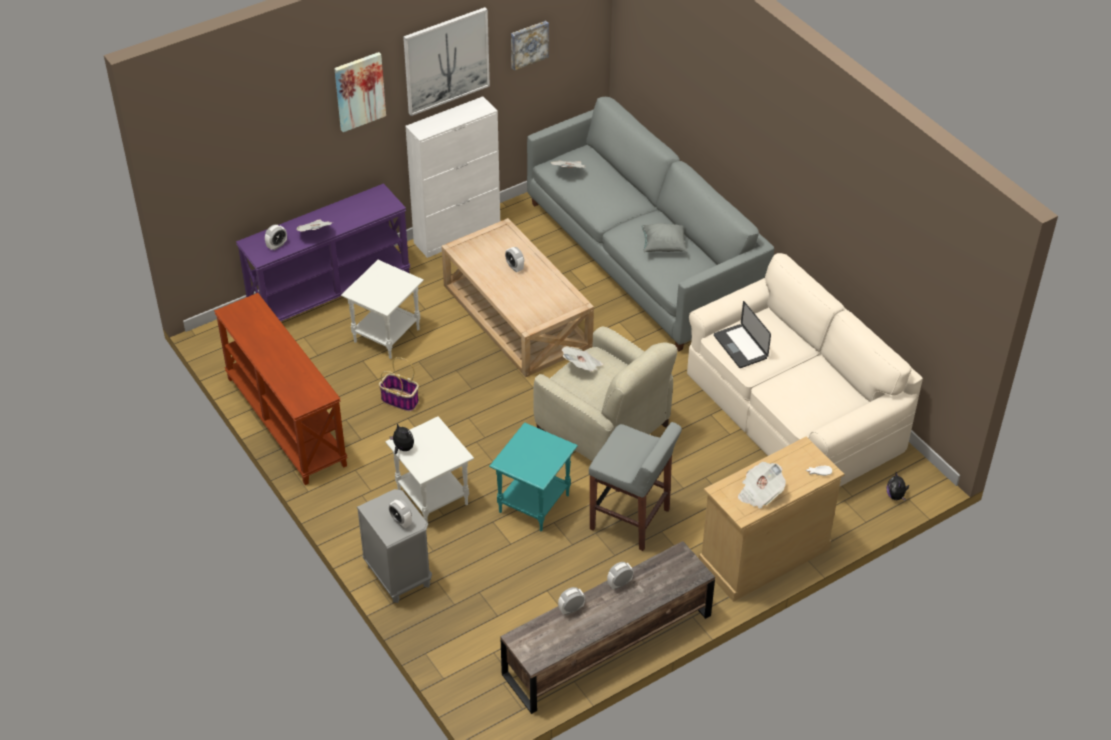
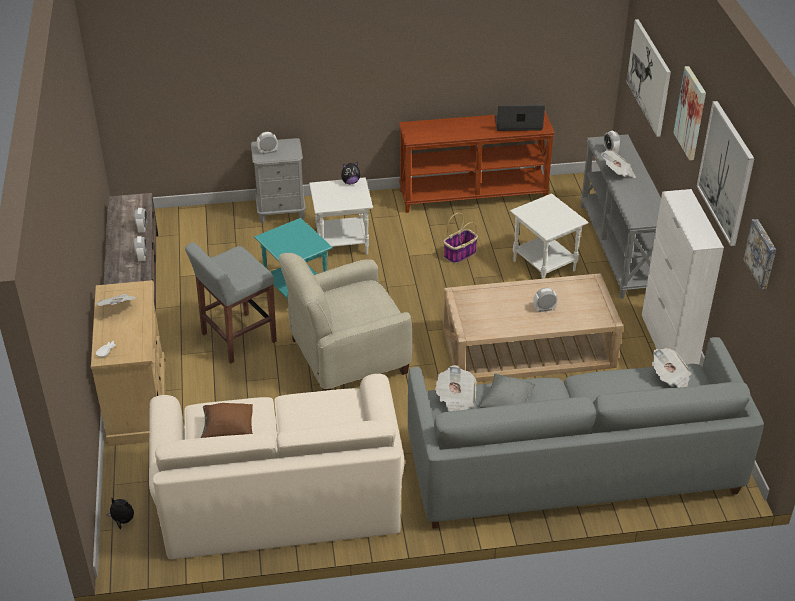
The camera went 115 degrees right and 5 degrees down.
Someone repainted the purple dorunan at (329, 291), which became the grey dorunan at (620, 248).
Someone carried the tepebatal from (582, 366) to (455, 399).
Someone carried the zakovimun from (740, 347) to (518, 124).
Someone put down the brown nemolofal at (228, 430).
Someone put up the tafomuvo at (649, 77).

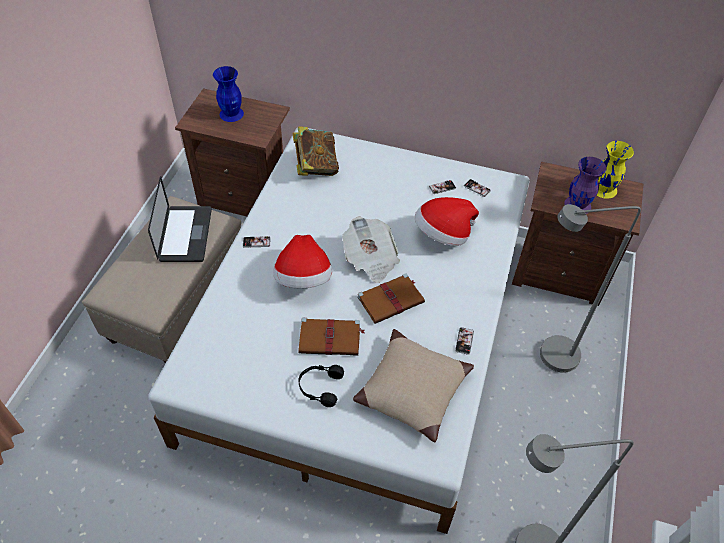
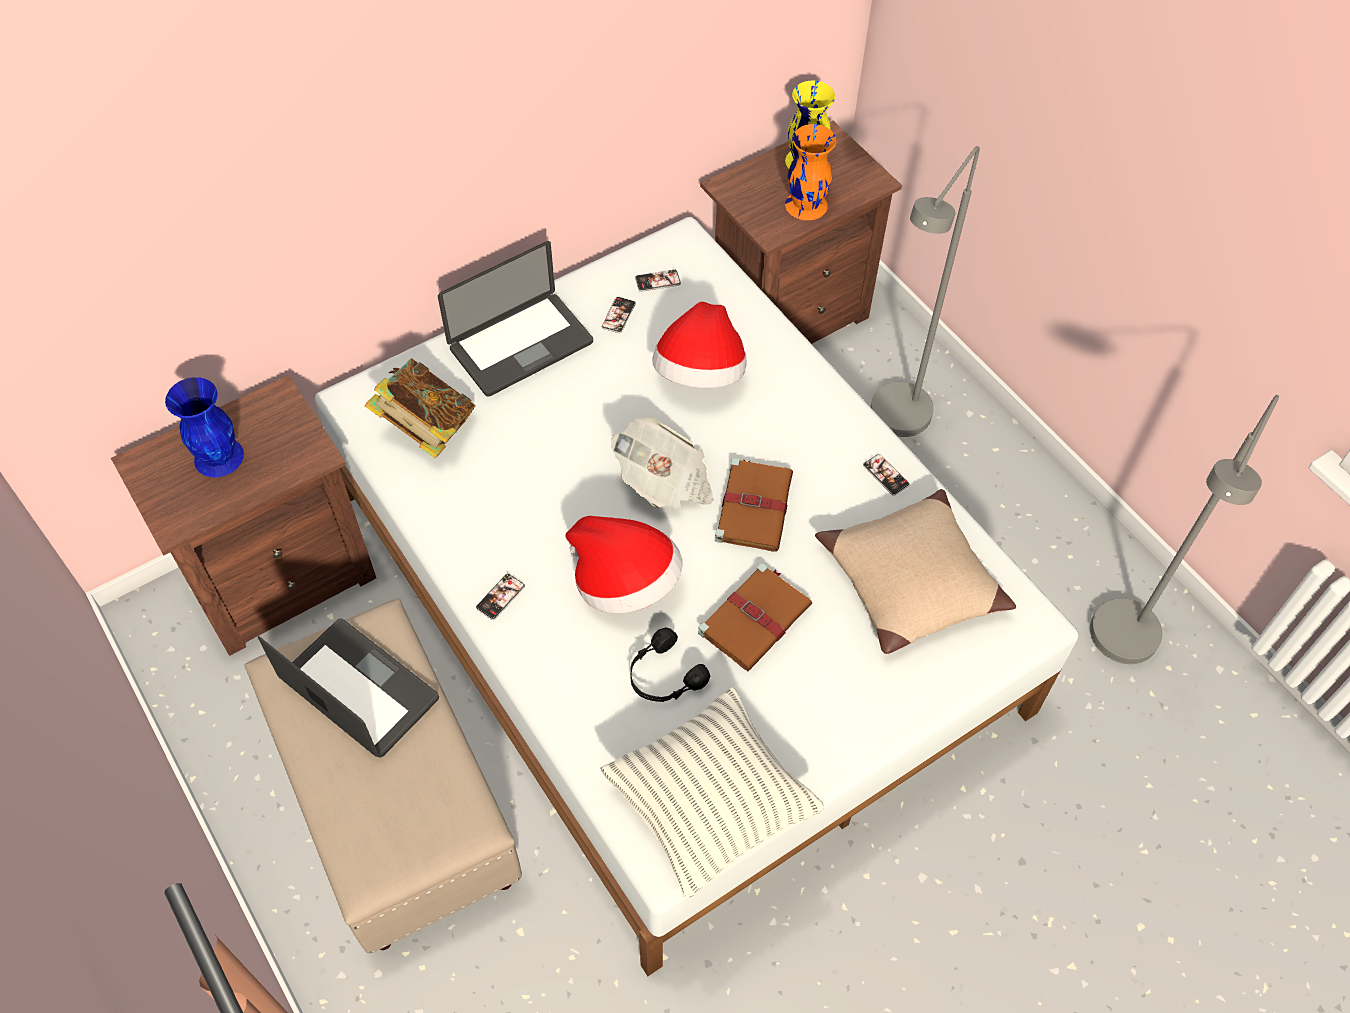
The camera went 50 degrees left and 5 degrees up.
Someone carried the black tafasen from (319, 387) to (663, 676).
Someone repainted the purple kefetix at (578, 205), which became the orange kefetix at (806, 204).
Someone put down the zakovimun at (521, 346).
Someone put down the nemolofal at (710, 805).

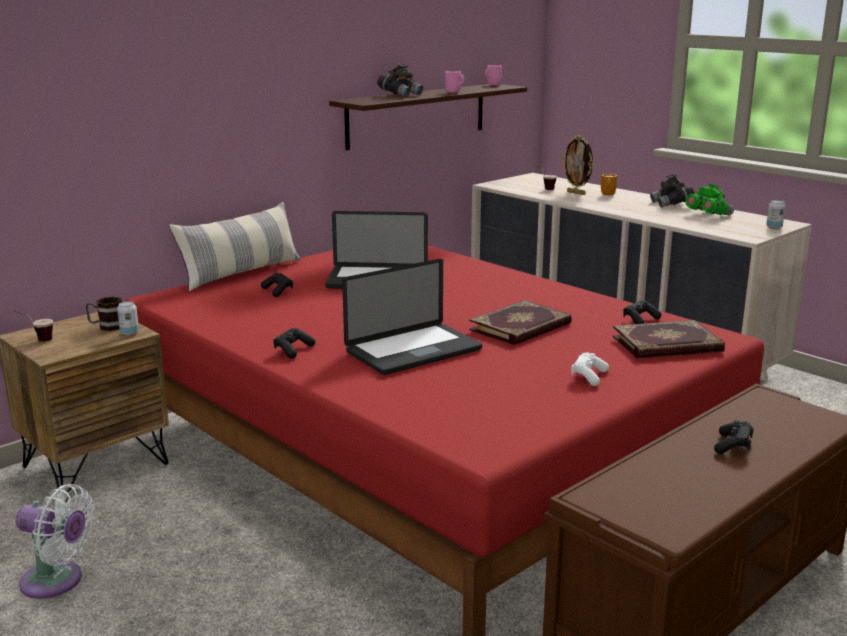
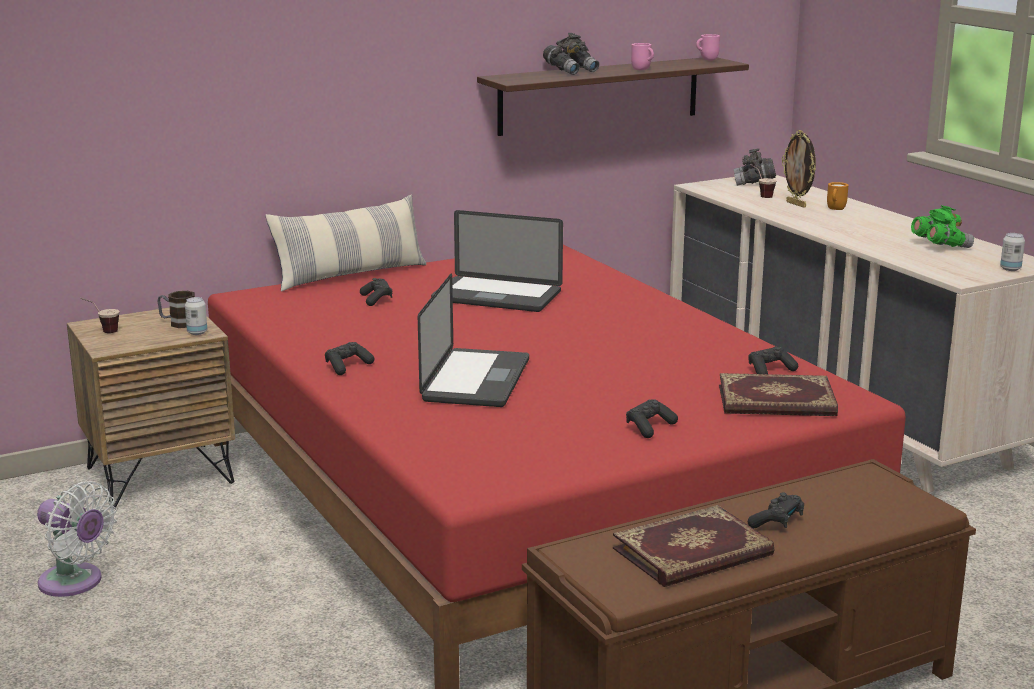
The camera went 15 degrees right and 0 degrees up.
Someone rotated the zakovimun at (413, 351) by 60 degrees counterclockwise.
Someone carried the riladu from (521, 327) to (694, 553).
Someone repainted the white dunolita at (589, 377), which became the black dunolita at (649, 427).
Someone carried the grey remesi from (671, 204) to (754, 183).

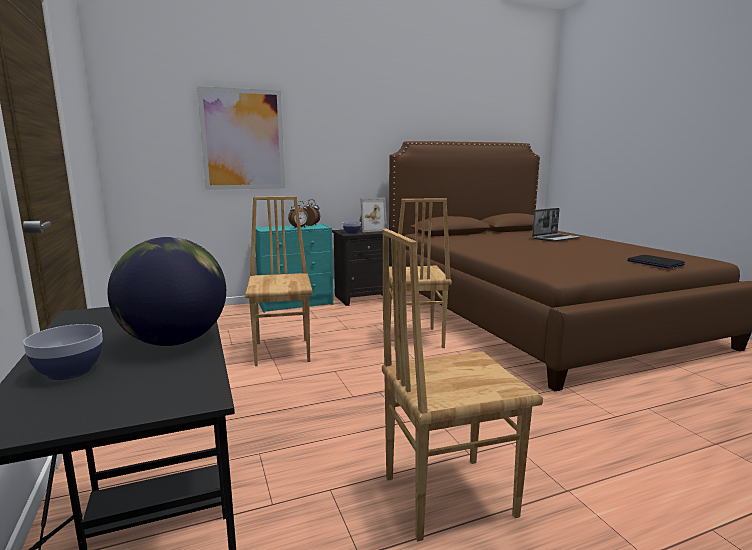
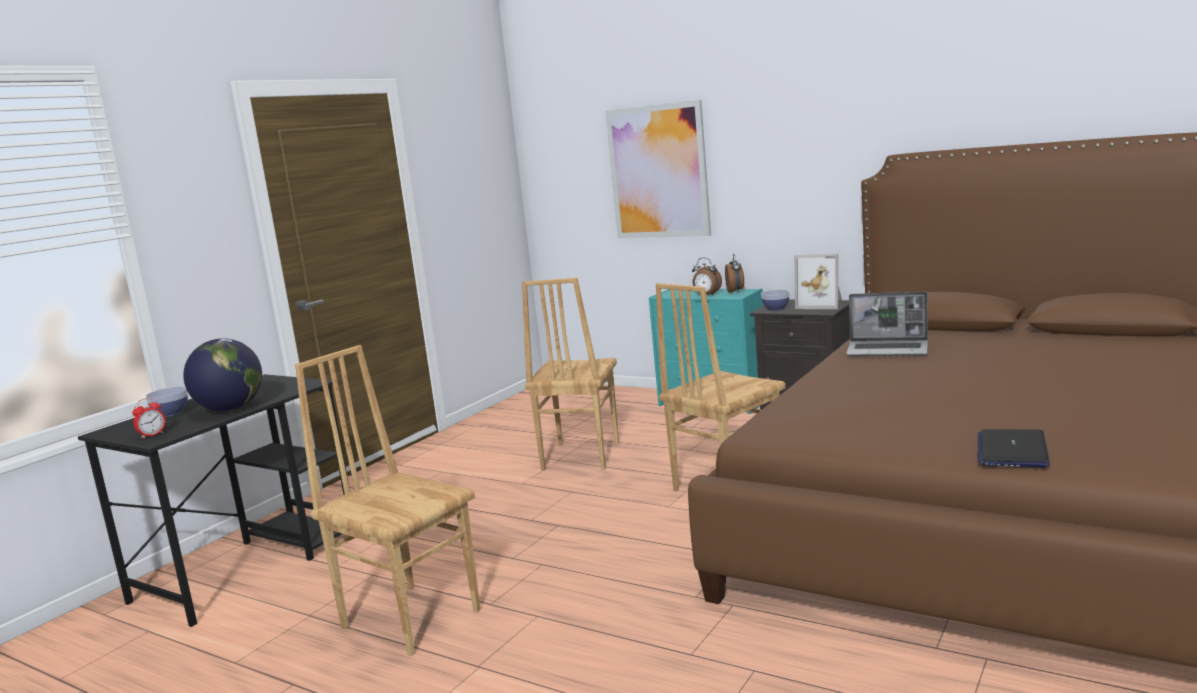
The camera went 55 degrees right and 0 degrees up.
Someone rotated the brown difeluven at (283, 351) by 150 degrees clockwise.
Someone carried the zakovimun from (555, 238) to (888, 350).
Someone put down the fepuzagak at (152, 435).

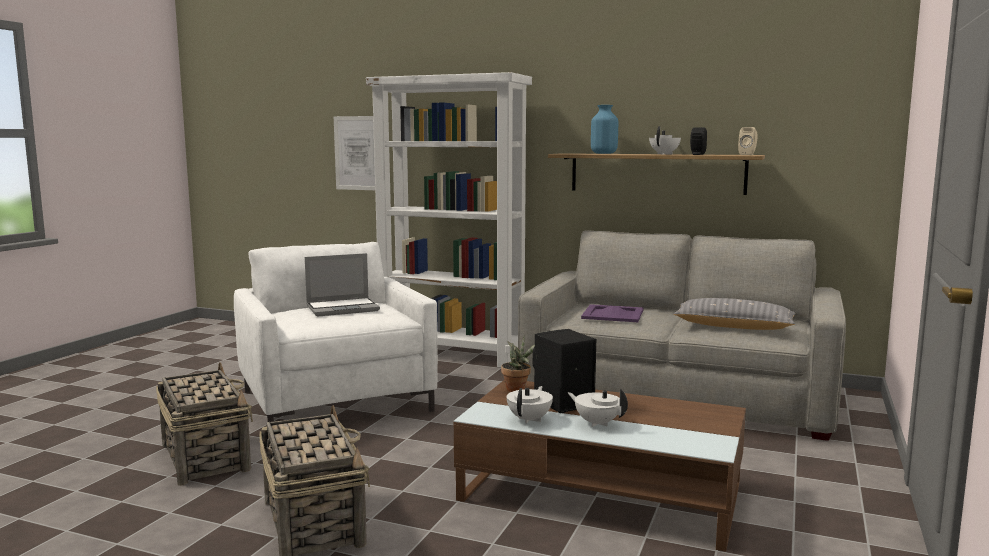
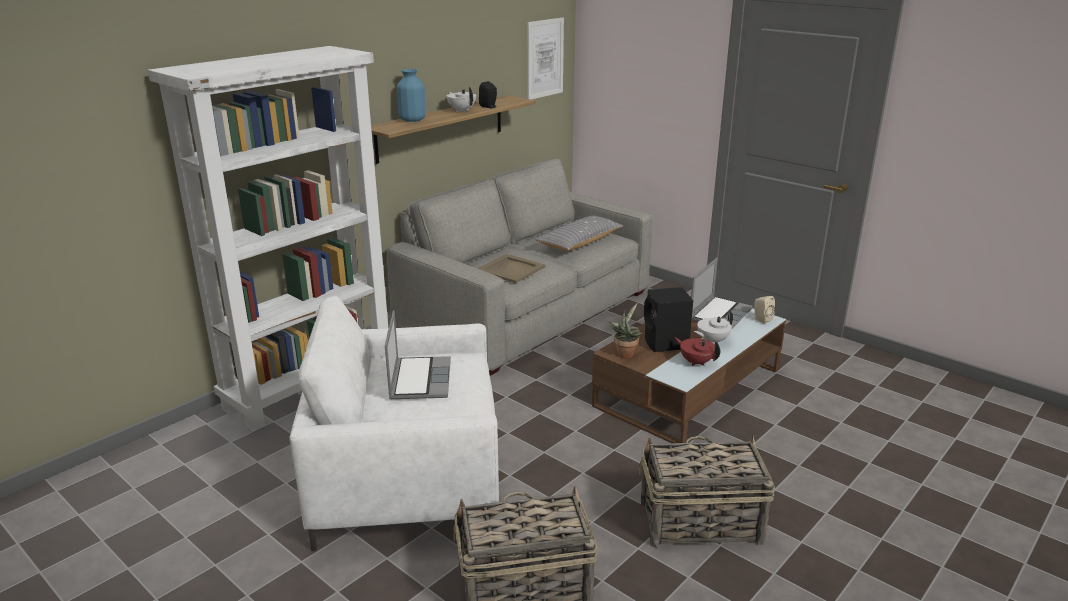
The camera went 70 degrees left and 15 degrees up.
Someone carried the tafomuvo from (357, 153) to (545, 58).
Someone repainted the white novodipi at (530, 419), which became the red novodipi at (696, 362).
Someone repainted the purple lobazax at (612, 314), which became the beige lobazax at (511, 269).
Someone carried the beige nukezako from (748, 155) to (761, 319).
Someone put down the zakovimun at (719, 314).

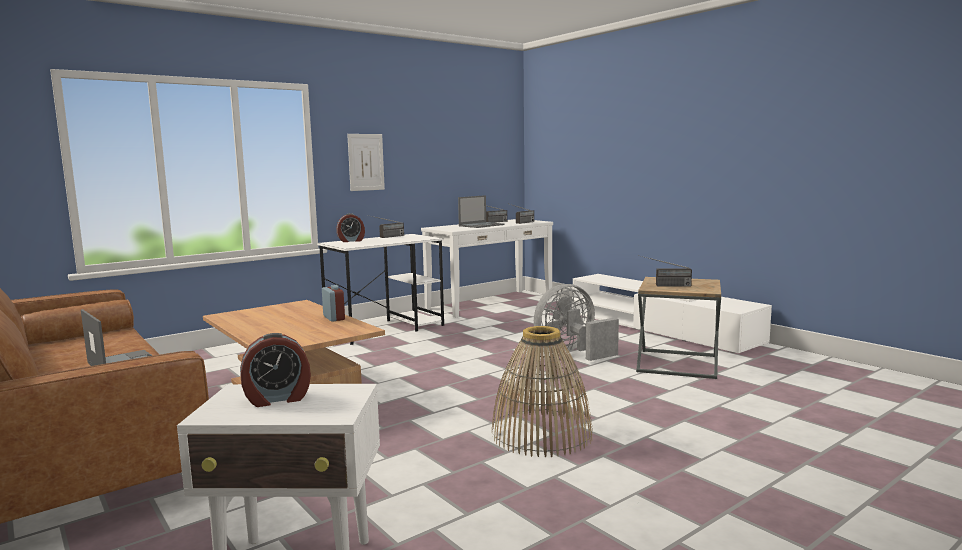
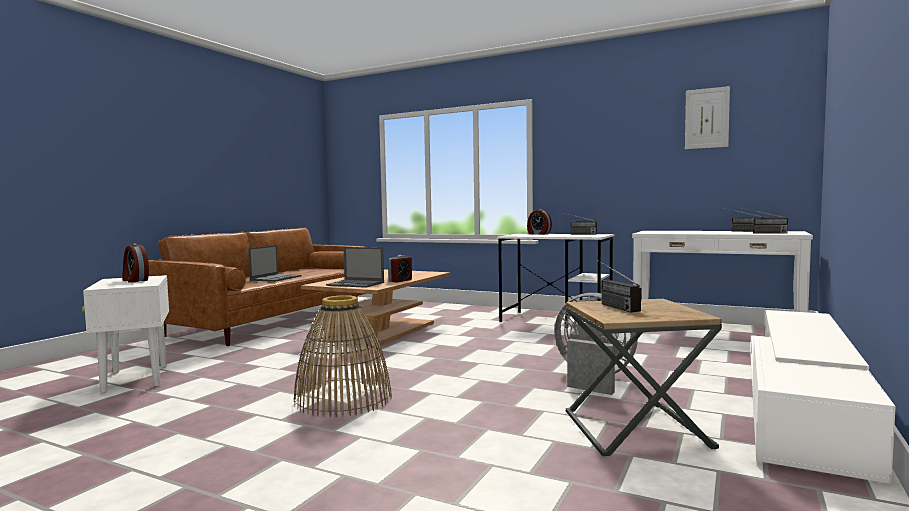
The camera went 65 degrees right and 5 degrees down.
Someone carried the tafomuvo from (366, 162) to (706, 118).
Someone carried the zakovimun from (481, 225) to (356, 284).

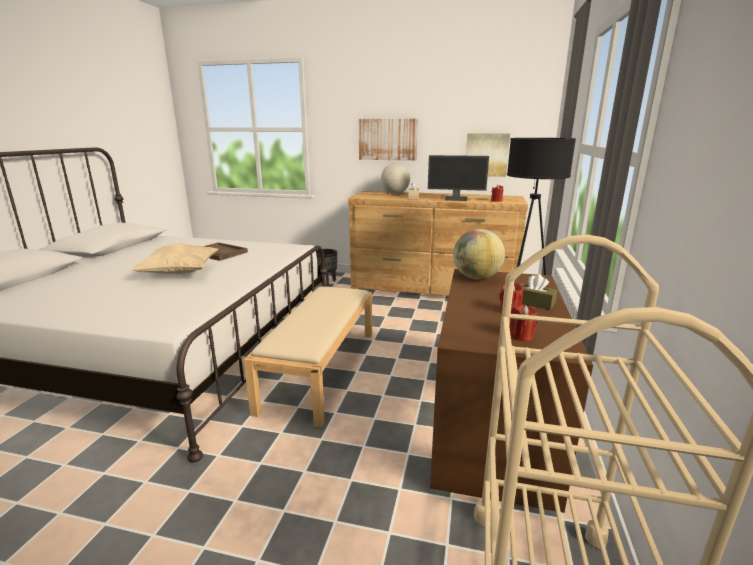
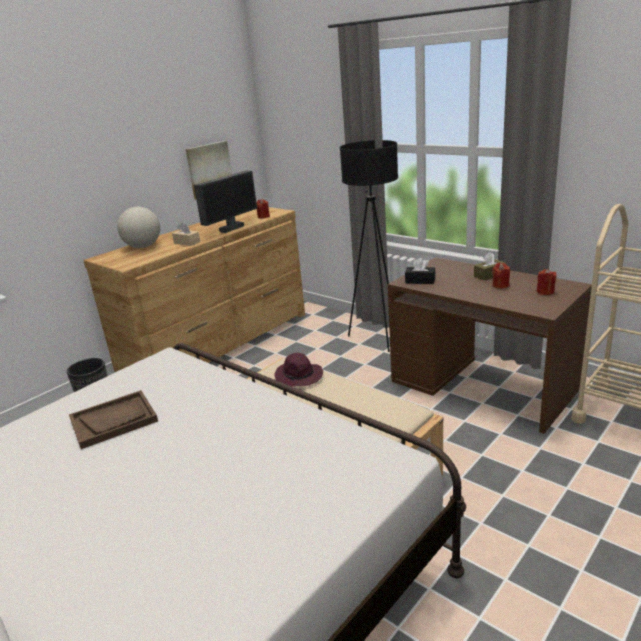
The camera went 60 degrees left and 5 degrees up.
Someone took away the beige nemolofal at (180, 273).
Someone took away the tafomuvo at (387, 139).
Someone swapped the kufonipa at (476, 278) for the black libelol at (420, 281).
Someone put down the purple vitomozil at (299, 377).

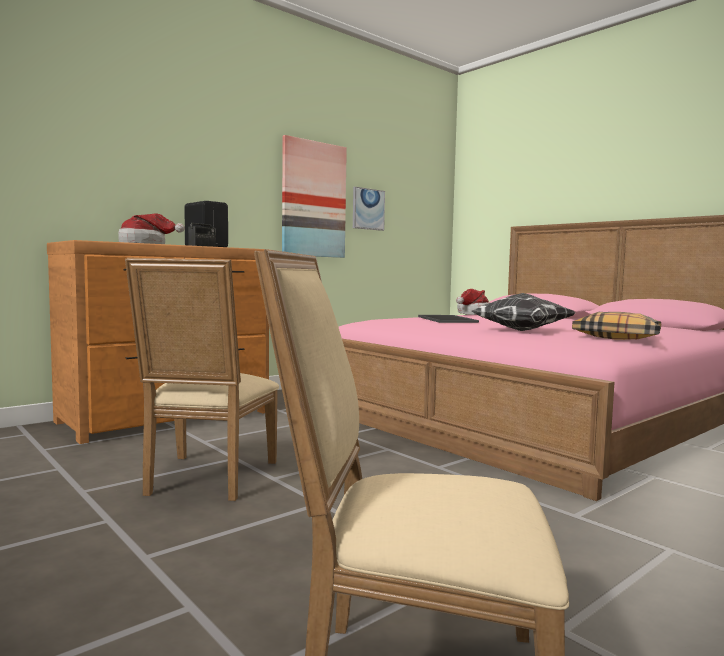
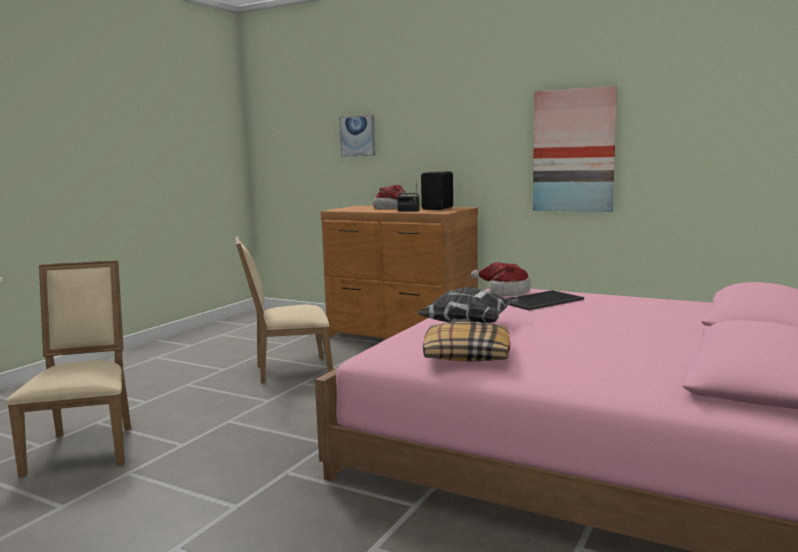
The camera went 70 degrees right and 5 degrees up.
Someone carried the tafomuvo from (368, 209) to (357, 136).
Someone carried the vitomozil from (471, 313) to (506, 292).

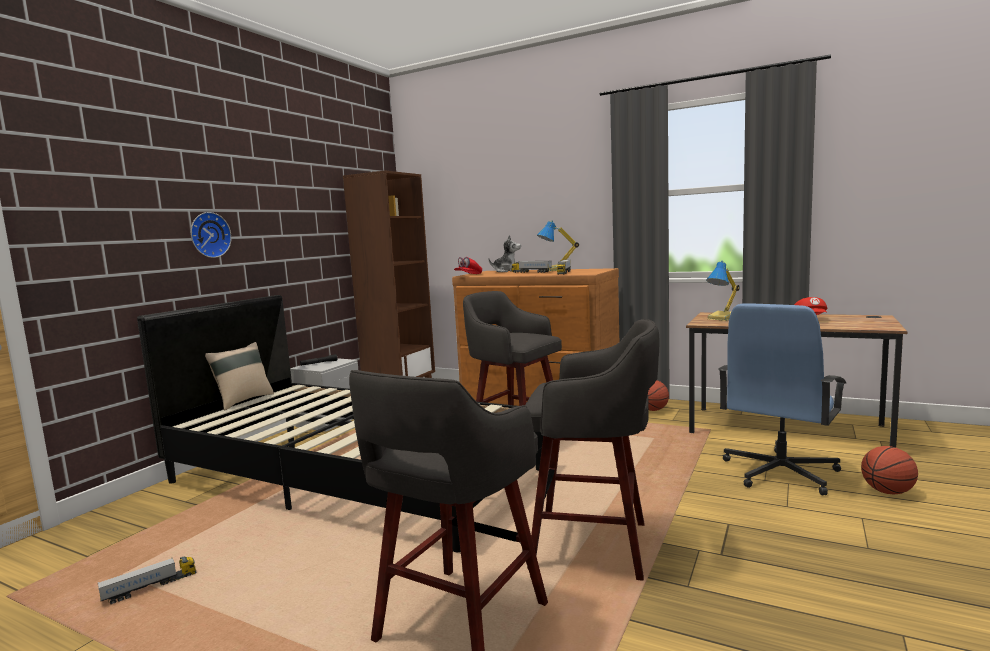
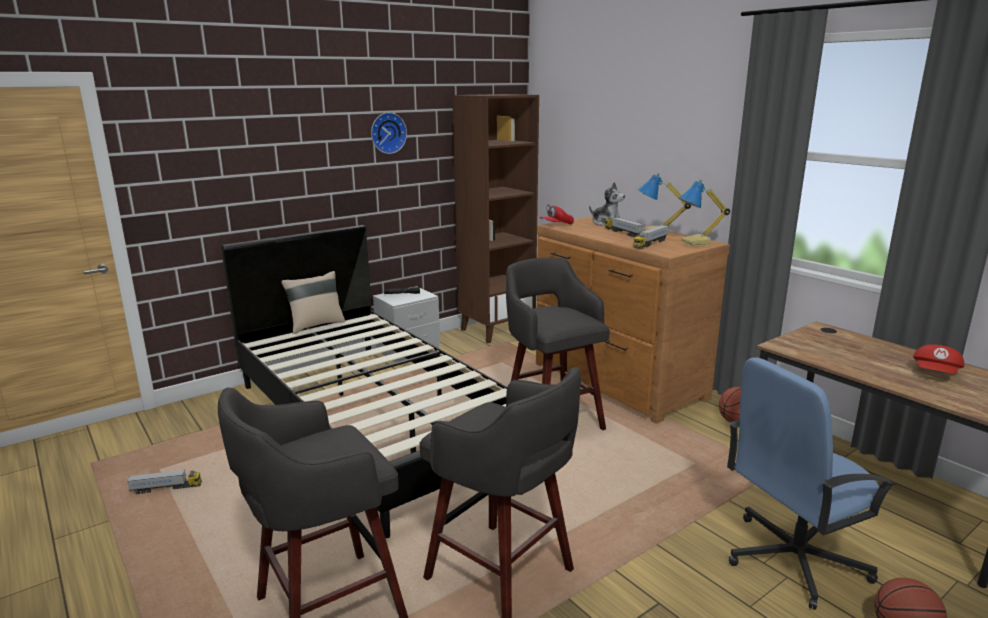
The camera went 25 degrees right and 10 degrees up.
Someone carried the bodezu from (209, 235) to (387, 133).
Someone carried the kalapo from (722, 318) to (696, 243).

